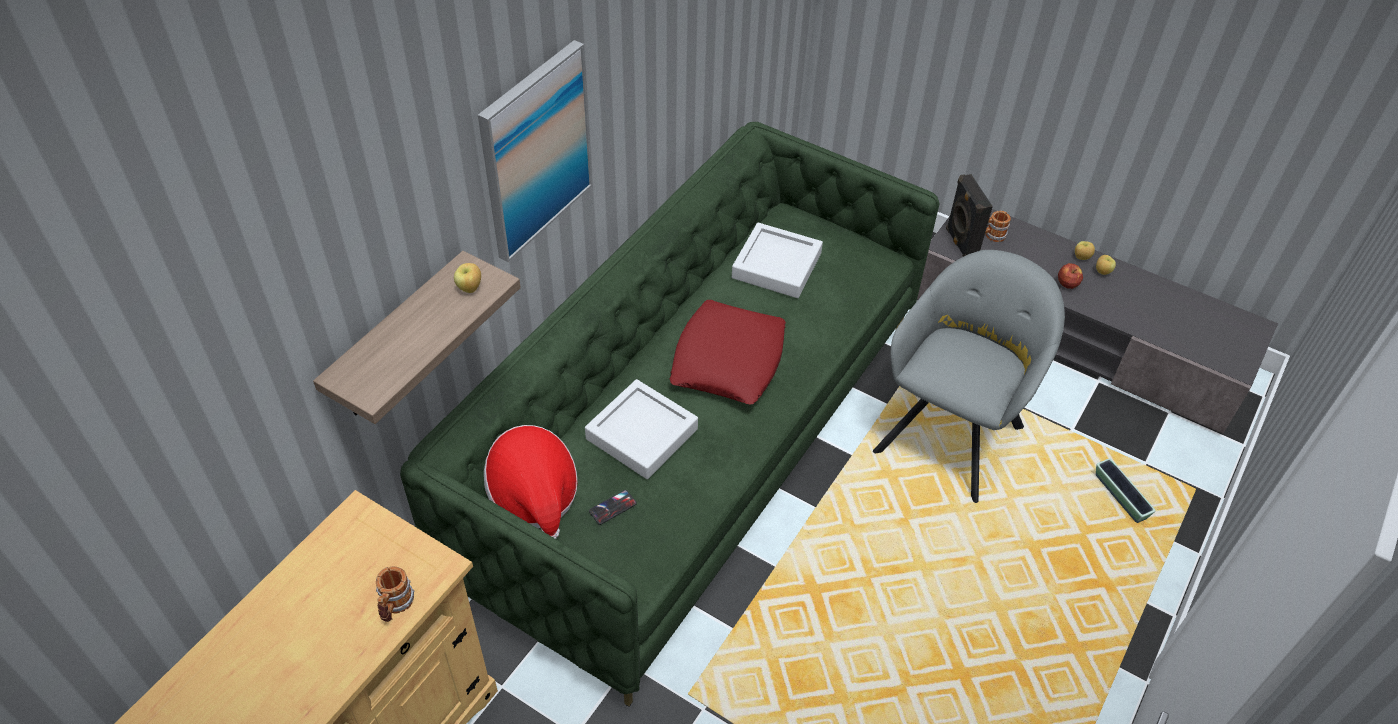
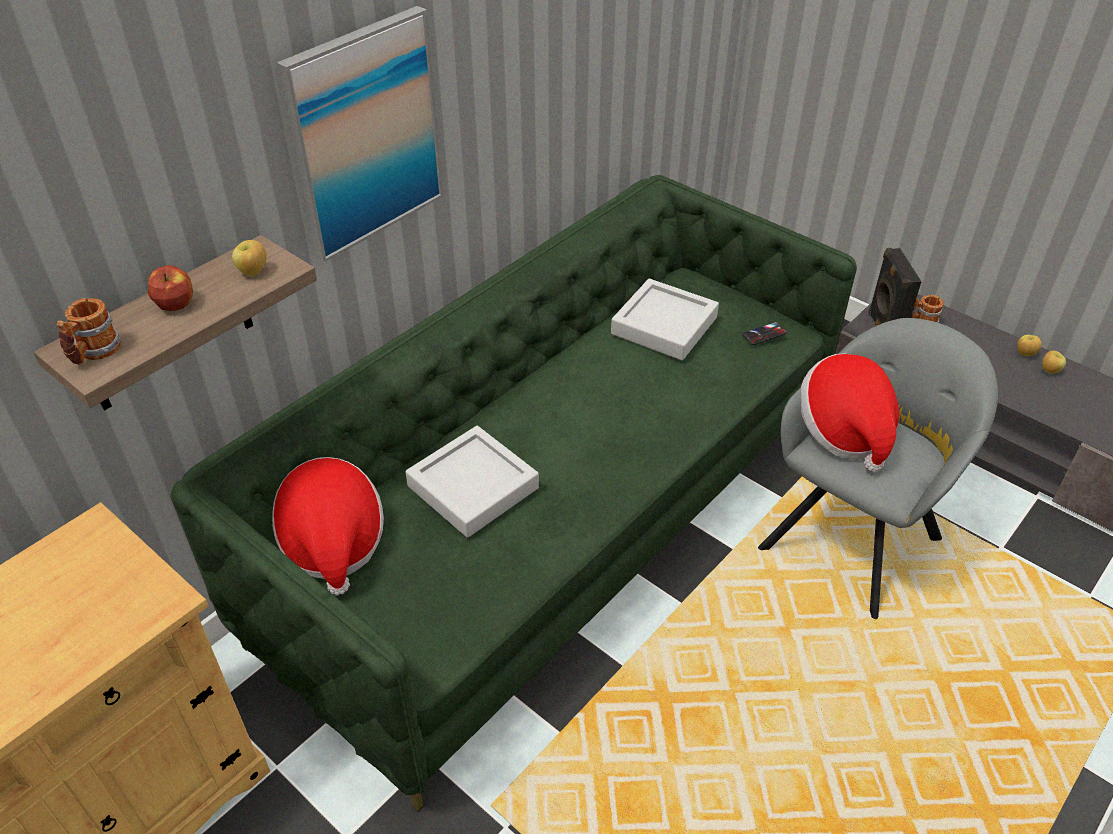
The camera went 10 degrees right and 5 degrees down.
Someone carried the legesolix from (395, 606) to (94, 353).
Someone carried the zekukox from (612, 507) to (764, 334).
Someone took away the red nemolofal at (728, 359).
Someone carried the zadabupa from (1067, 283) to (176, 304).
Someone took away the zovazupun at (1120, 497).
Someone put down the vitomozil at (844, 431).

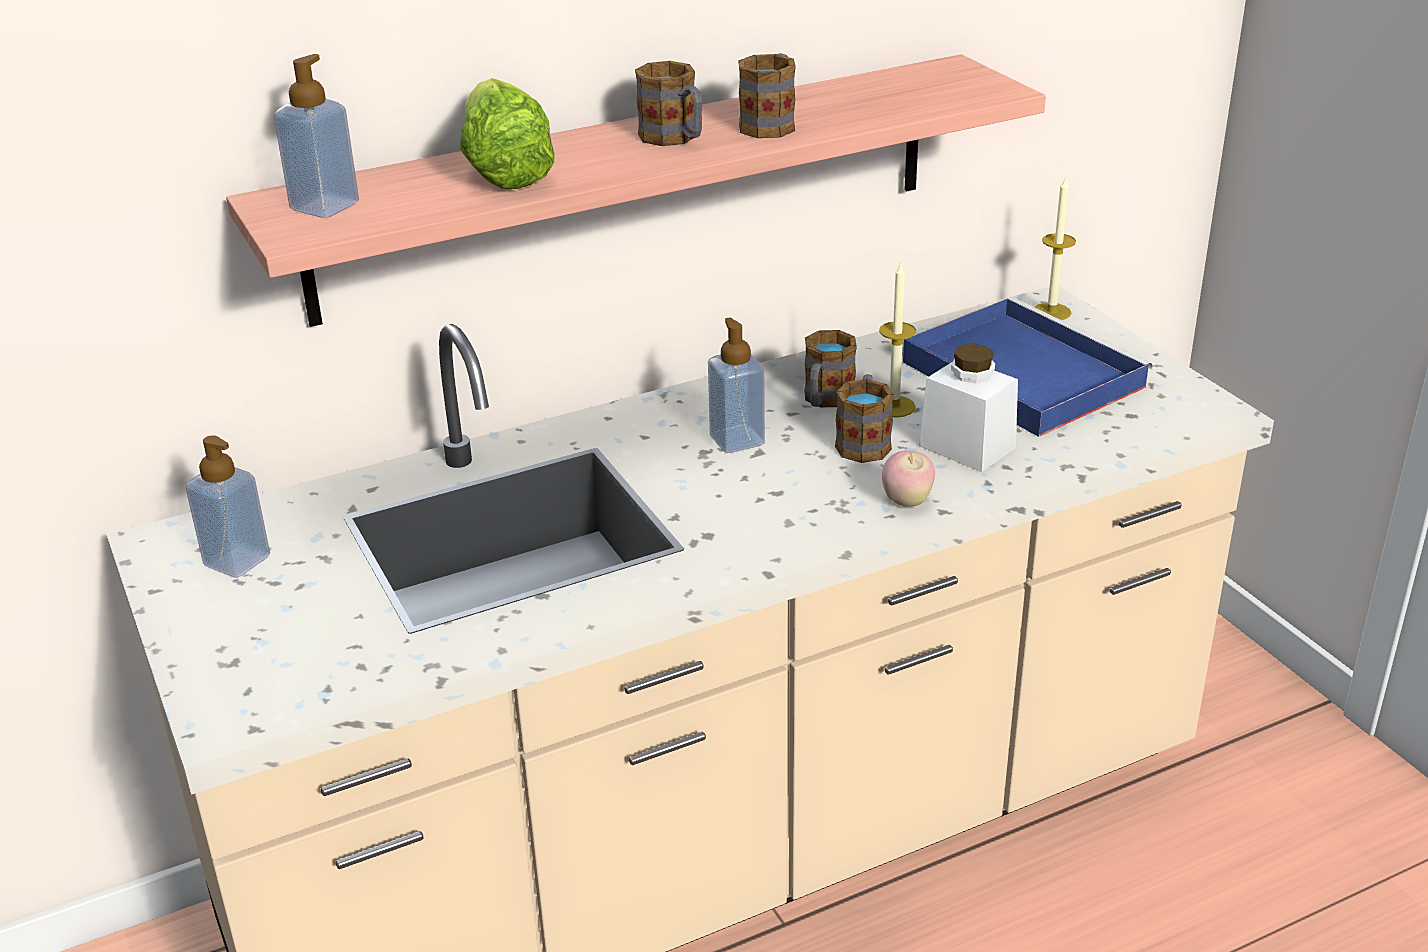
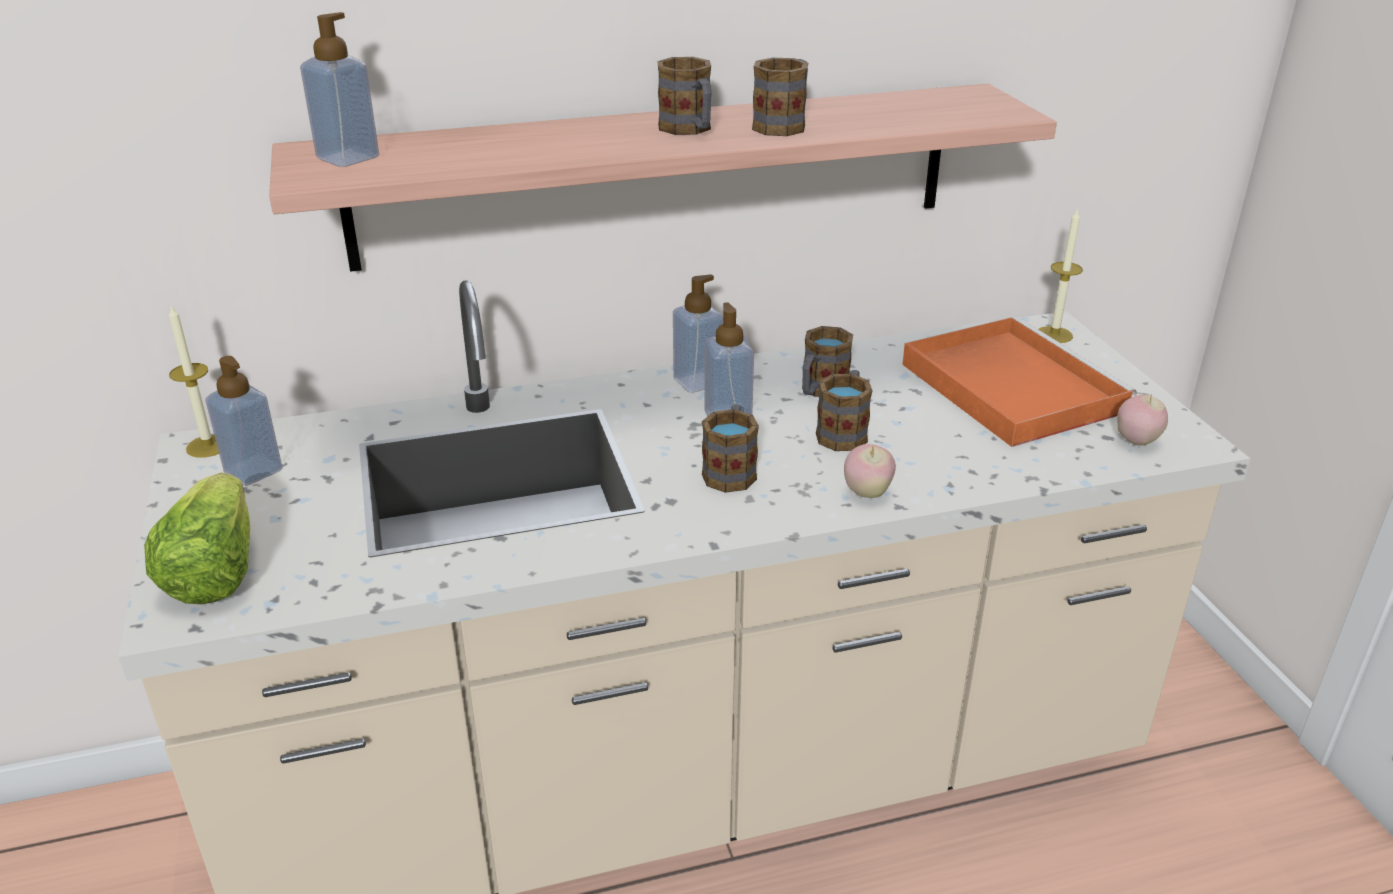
The camera went 10 degrees right and 0 degrees up.
Someone carried the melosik from (505, 171) to (214, 570).
Someone carried the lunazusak from (894, 406) to (208, 446).
Someone repainted the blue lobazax at (1018, 373), which became the orange lobazax at (1008, 386).
Someone took away the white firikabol at (967, 447).
Someone put down the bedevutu at (697, 381).
Someone put down the legesolix at (730, 469).
Someone put down the zadabupa at (1136, 441).

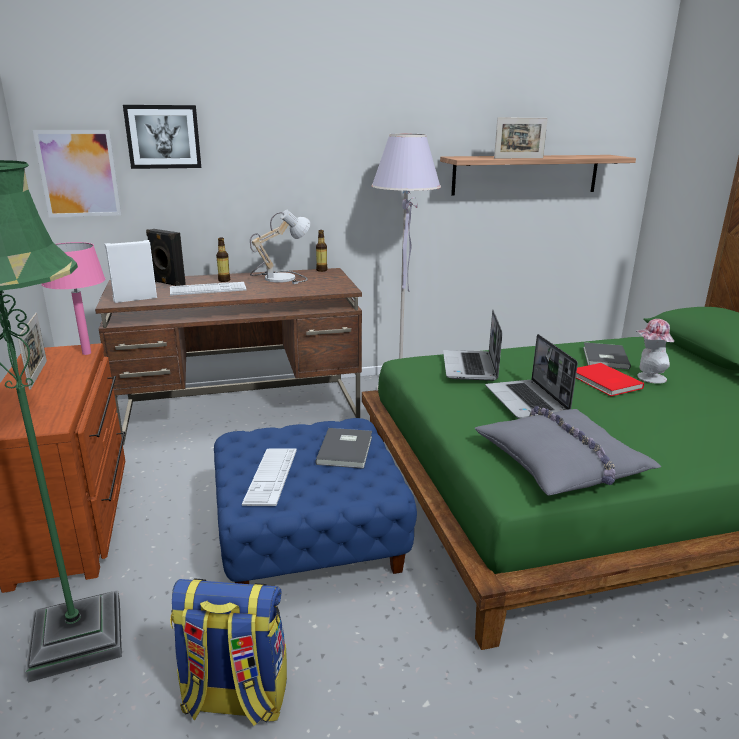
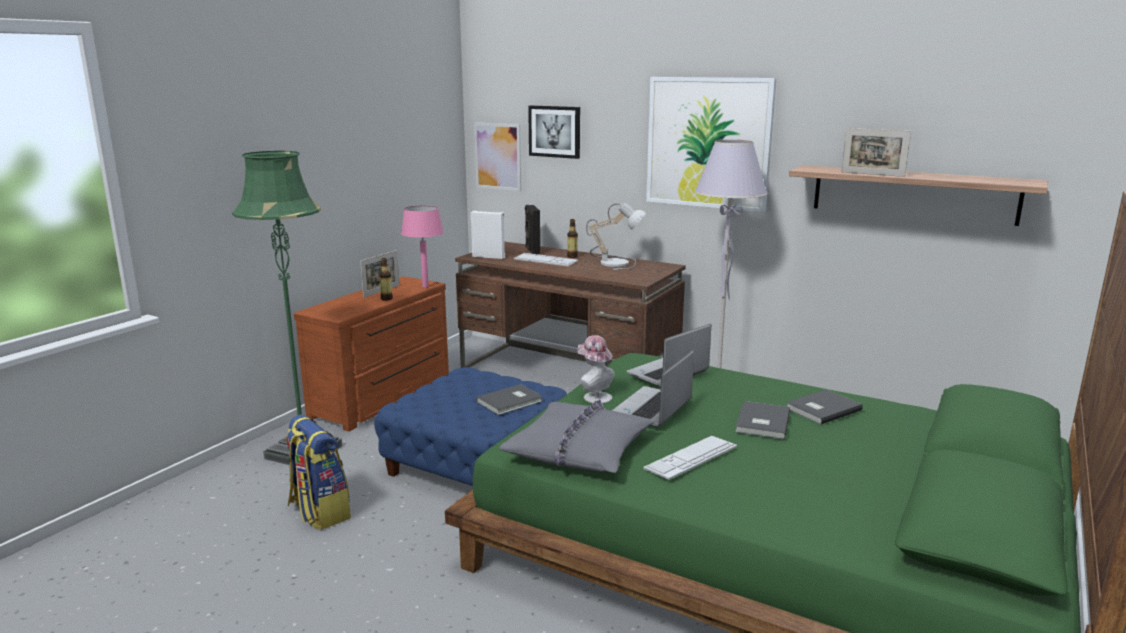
The camera went 45 degrees right and 5 degrees down.
Someone carried the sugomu from (271, 476) to (691, 458).
Someone carried the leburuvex from (321, 270) to (386, 299).
Someone repainted the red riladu at (604, 382), which became the grey riladu at (761, 422).
Someone carried the vitomozil from (648, 378) to (594, 396).
Someone put up the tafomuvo at (708, 143).

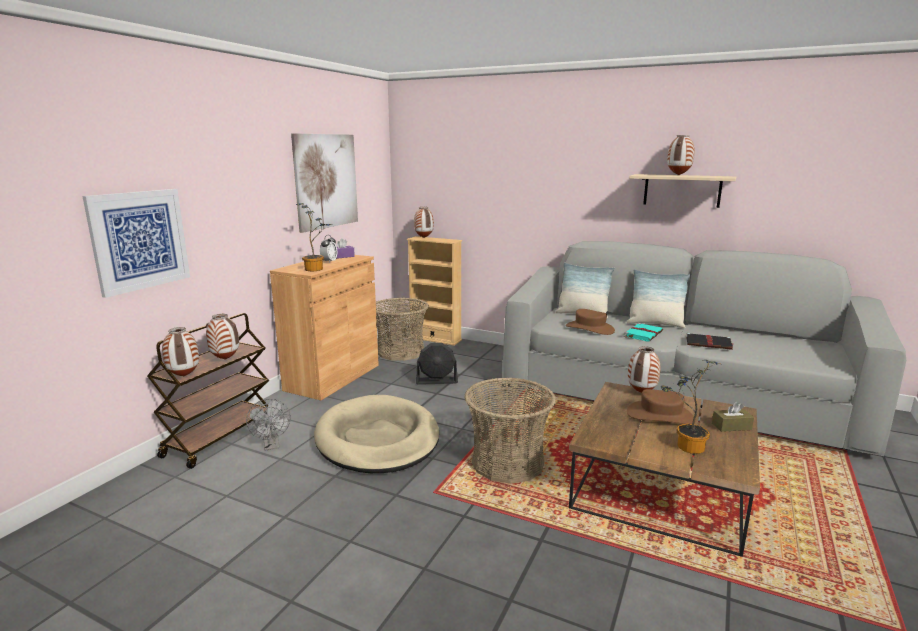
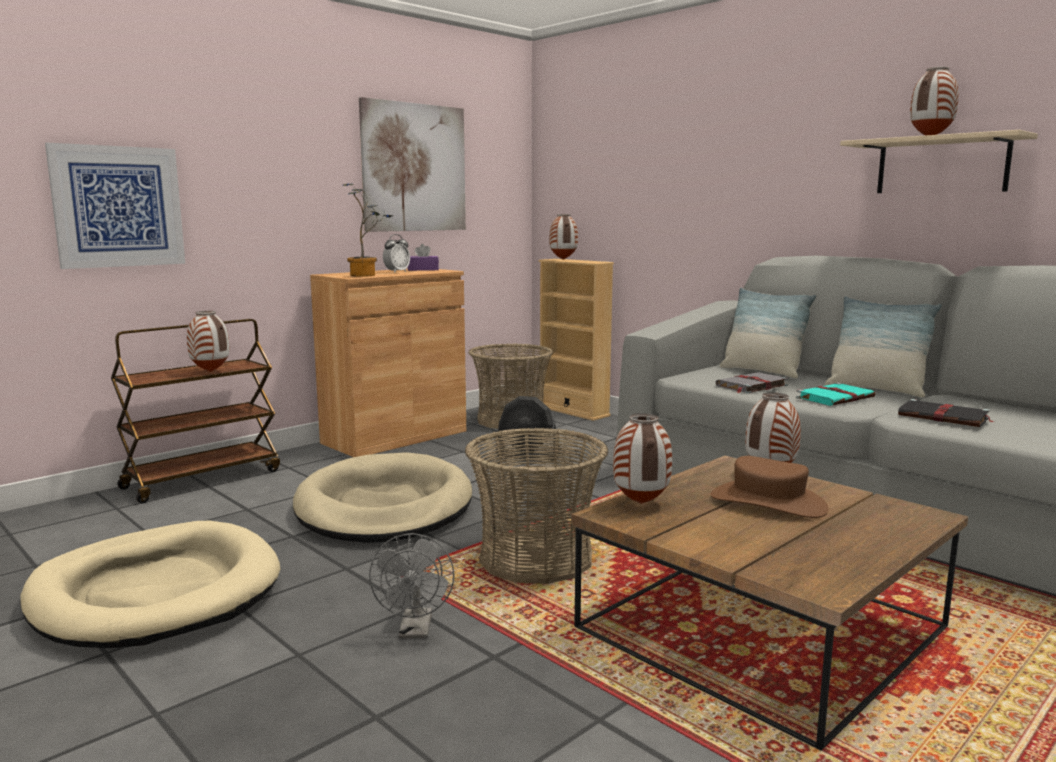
The camera went 20 degrees right and 5 degrees down.
Someone carried the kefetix from (183, 376) to (640, 503).
Someone carried the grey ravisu from (272, 446) to (415, 631).
Someone swapped the brown vitomozil at (590, 328) for the grey riladu at (751, 386).
Someone took away the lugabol at (686, 446).
Someone took away the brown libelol at (731, 426).
Someone put down the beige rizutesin at (156, 592).

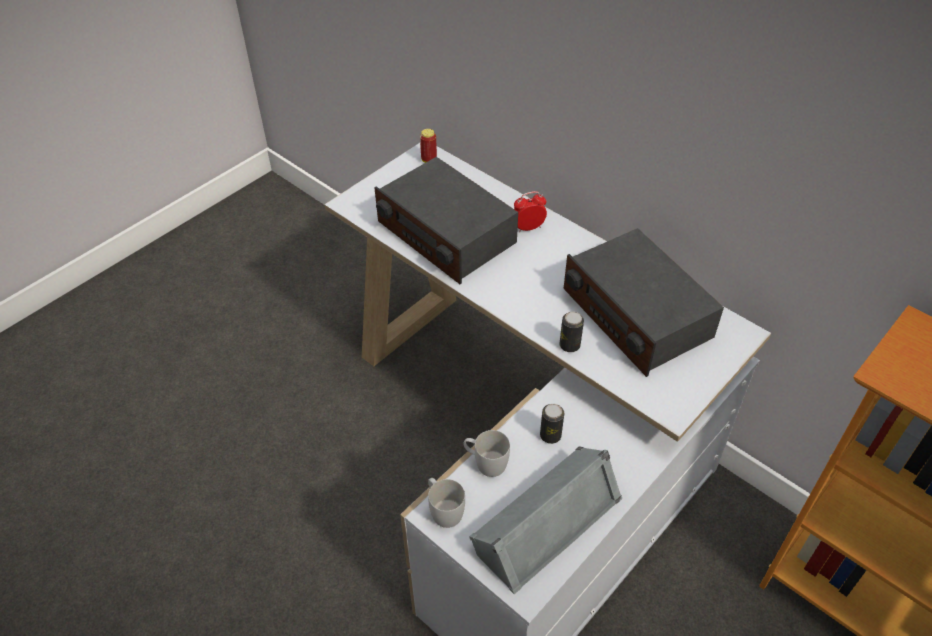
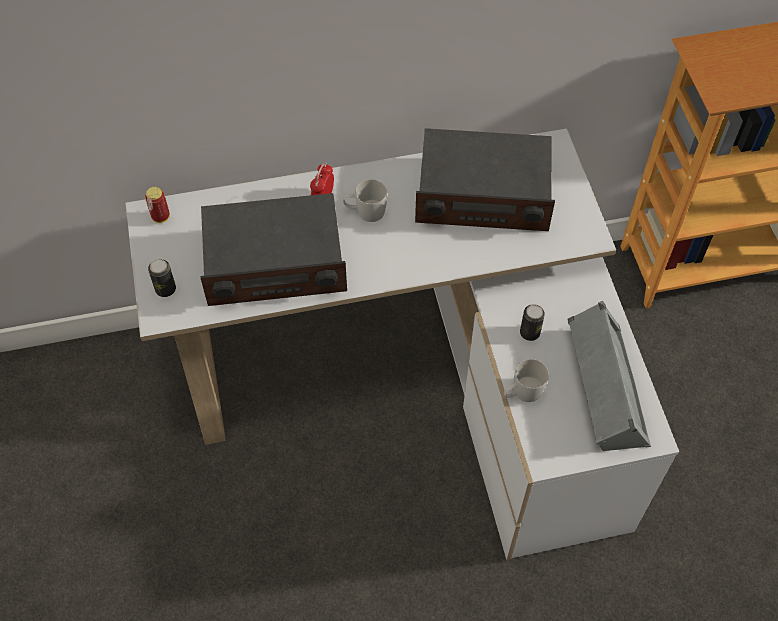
The camera went 55 degrees left and 10 degrees up.
Someone carried the white legesolix from (443, 509) to (365, 212).
Someone carried the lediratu from (569, 345) to (165, 289).

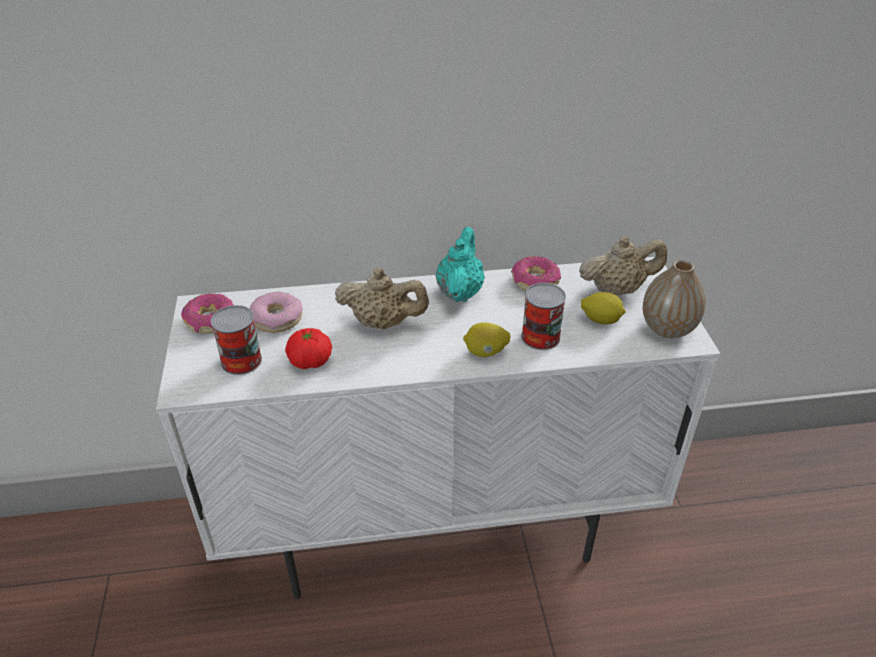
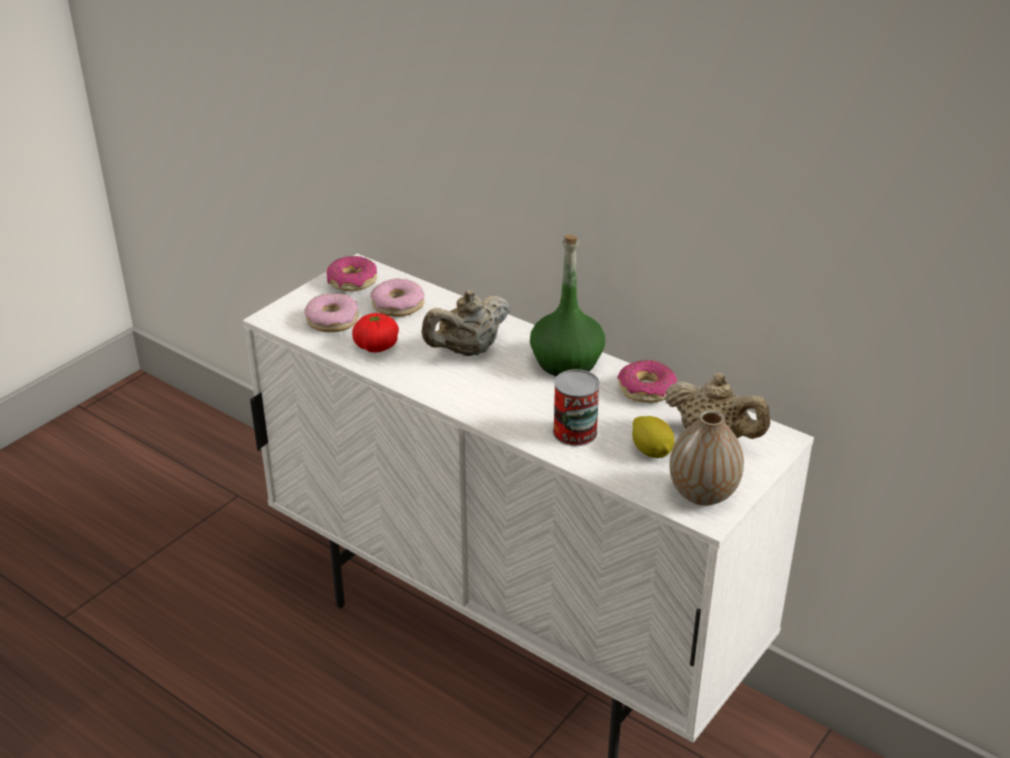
The camera went 45 degrees right and 5 degrees down.
Someone swapped the lediratu at (241, 361) for the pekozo at (332, 320).
Someone rotated the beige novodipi at (383, 323) by 90 degrees clockwise.
Someone swapped the turquoise novodipi at (460, 292) for the green leburuvex at (566, 362).
Someone took away the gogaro at (485, 352).

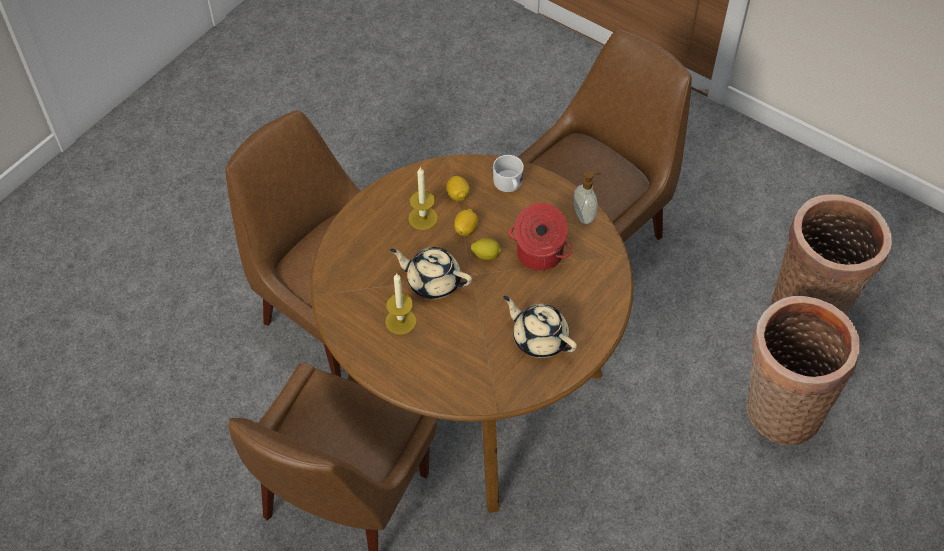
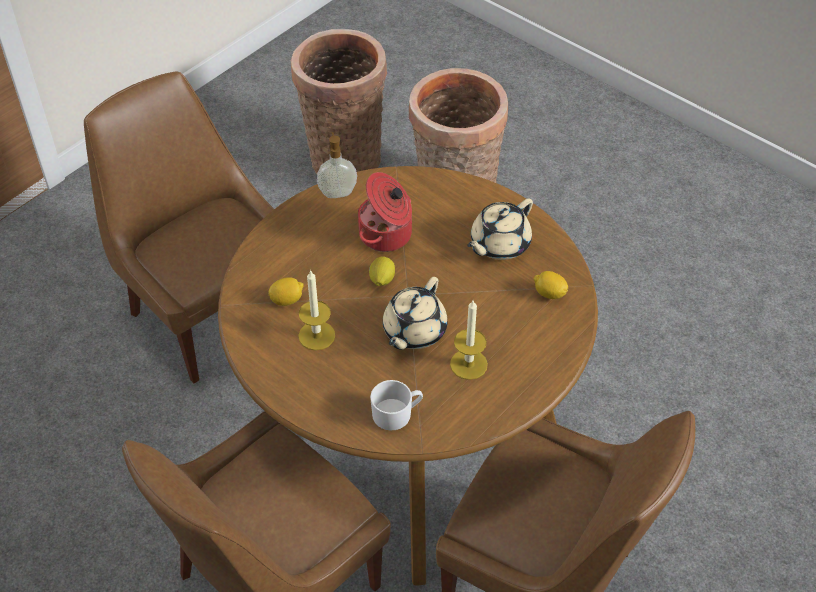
The camera went 85 degrees left and 5 degrees down.
Someone carried the gogaro from (465, 229) to (549, 293).
Someone carried the white legesolix from (509, 184) to (397, 413).

